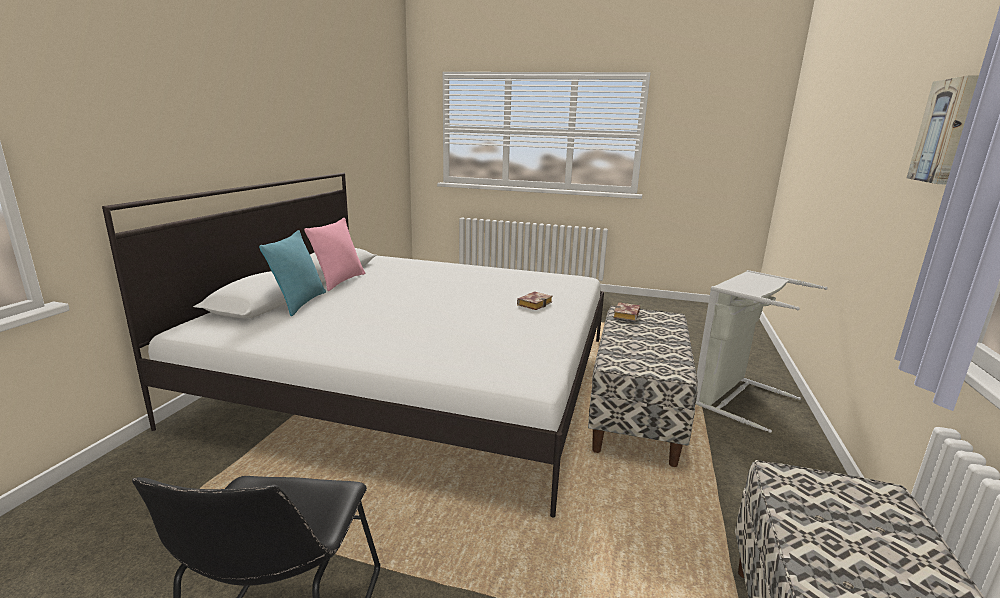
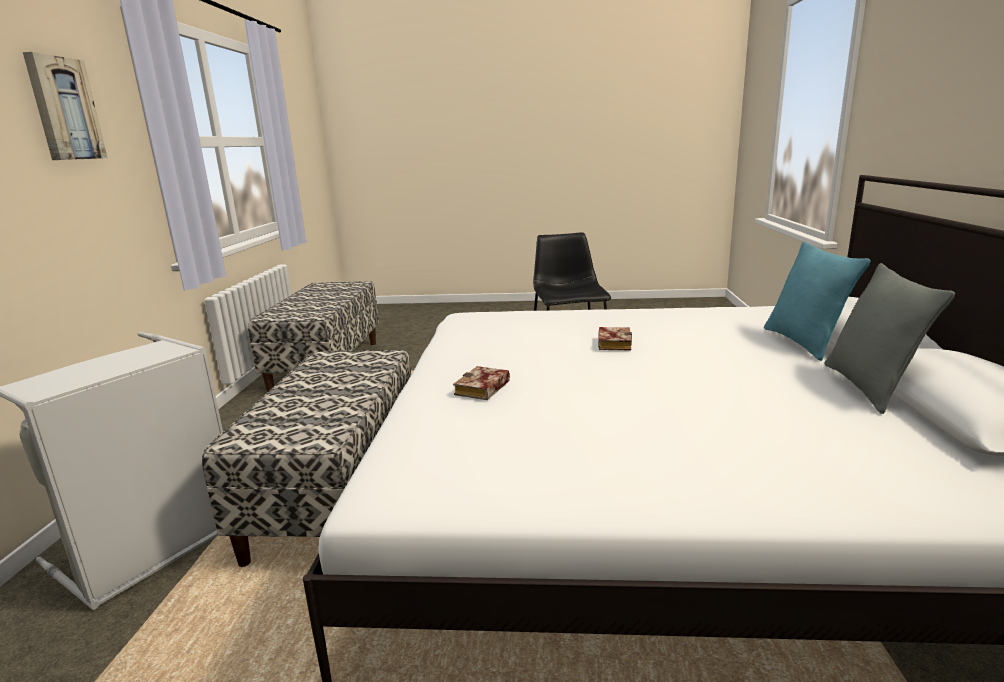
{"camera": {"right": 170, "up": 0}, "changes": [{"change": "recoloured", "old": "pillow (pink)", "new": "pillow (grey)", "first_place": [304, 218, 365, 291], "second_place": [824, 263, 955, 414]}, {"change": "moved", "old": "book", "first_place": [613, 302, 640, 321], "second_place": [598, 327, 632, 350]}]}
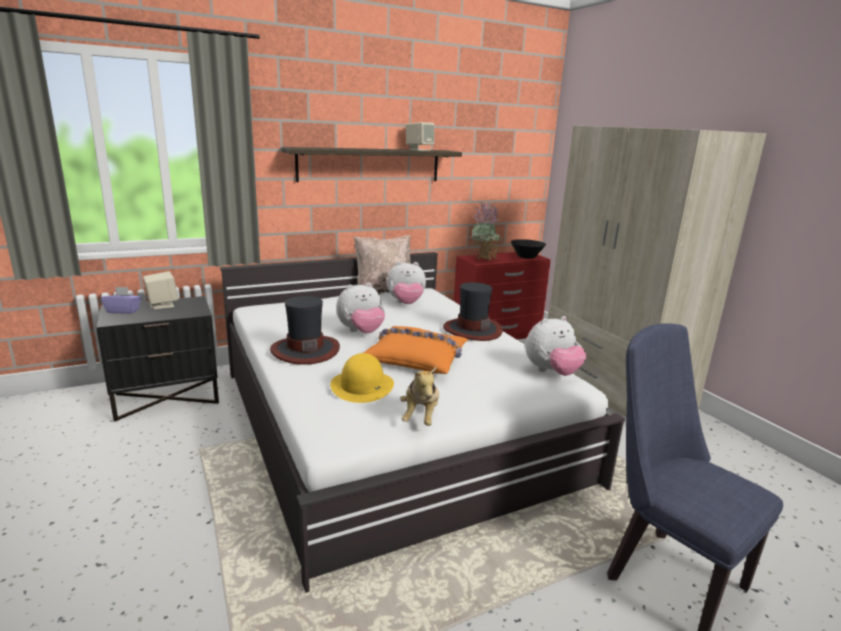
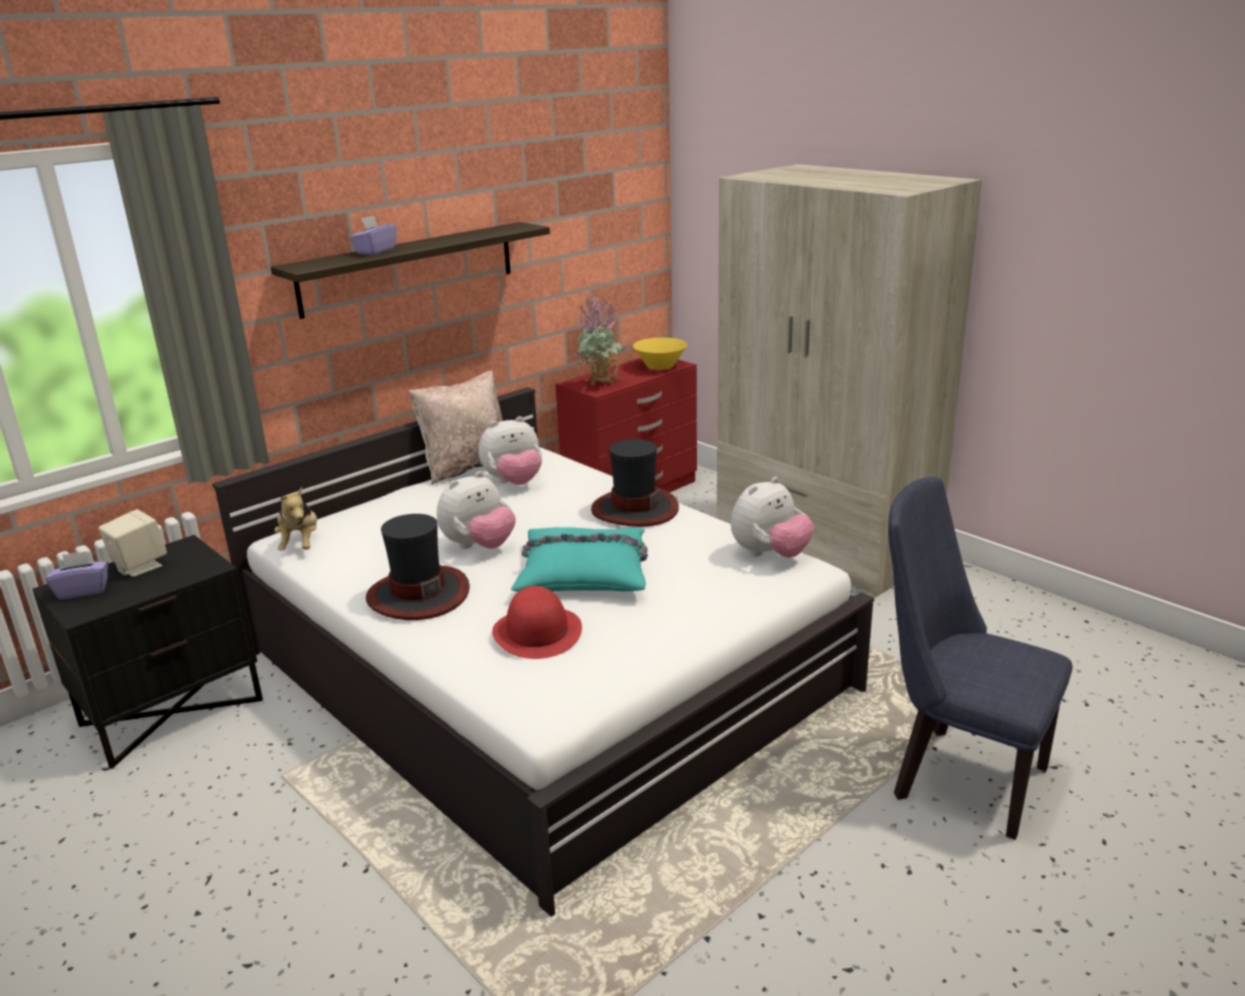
{"camera": {"right": -15, "up": 5}, "changes": [{"change": "removed", "old": "speaker (beige)", "first_place": [406, 122, 434, 151]}, {"change": "recoloured", "old": "bowl (black)", "new": "bowl (yellow)", "first_place": [511, 239, 546, 259], "second_place": [633, 337, 687, 370]}, {"change": "recoloured", "old": "pillow (orange)", "new": "pillow (turquoise)", "first_place": [363, 326, 468, 374], "second_place": [511, 527, 648, 592]}, {"change": "recoloured", "old": "hat (yellow)", "new": "hat (red)", "first_place": [330, 353, 394, 403], "second_place": [492, 586, 582, 659]}, {"change": "moved", "old": "plush toy", "first_place": [400, 366, 439, 426], "second_place": [274, 487, 317, 551]}, {"change": "added", "new": "tissue box (purple)", "second_place": [350, 215, 397, 255]}]}
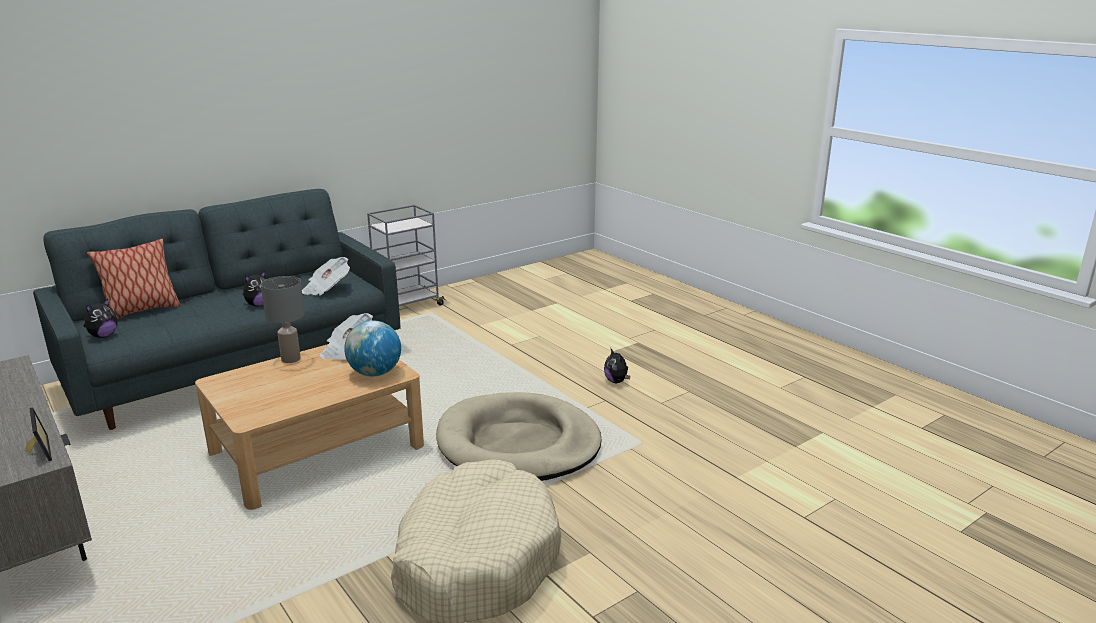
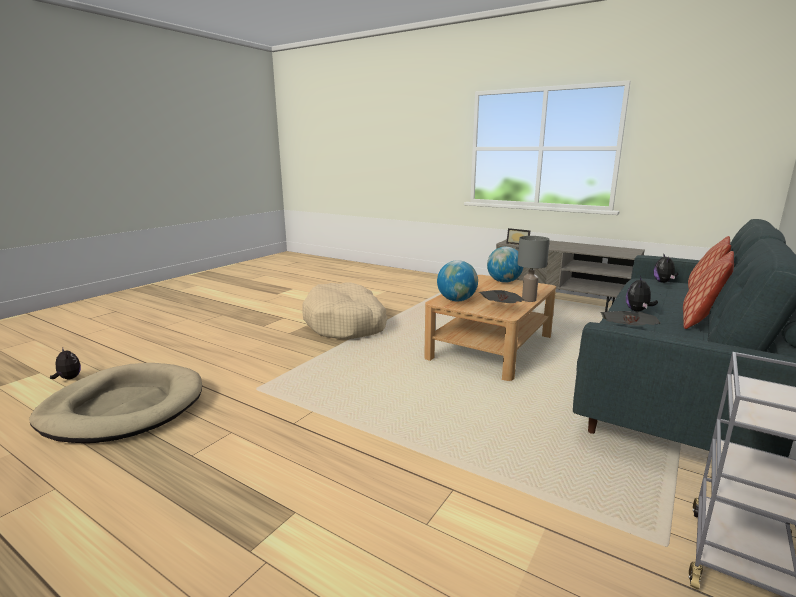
{"camera": {"right": 160, "up": -5}, "changes": [{"change": "moved", "old": "plush toy", "first_place": [604, 349, 630, 383], "second_place": [50, 347, 81, 379]}, {"change": "moved", "old": "dog bed (beige)", "first_place": [436, 392, 602, 481], "second_place": [29, 363, 202, 443]}, {"change": "added", "new": "globe", "second_place": [487, 247, 523, 283]}, {"change": "added", "new": "pillow", "second_place": [683, 251, 734, 329]}]}
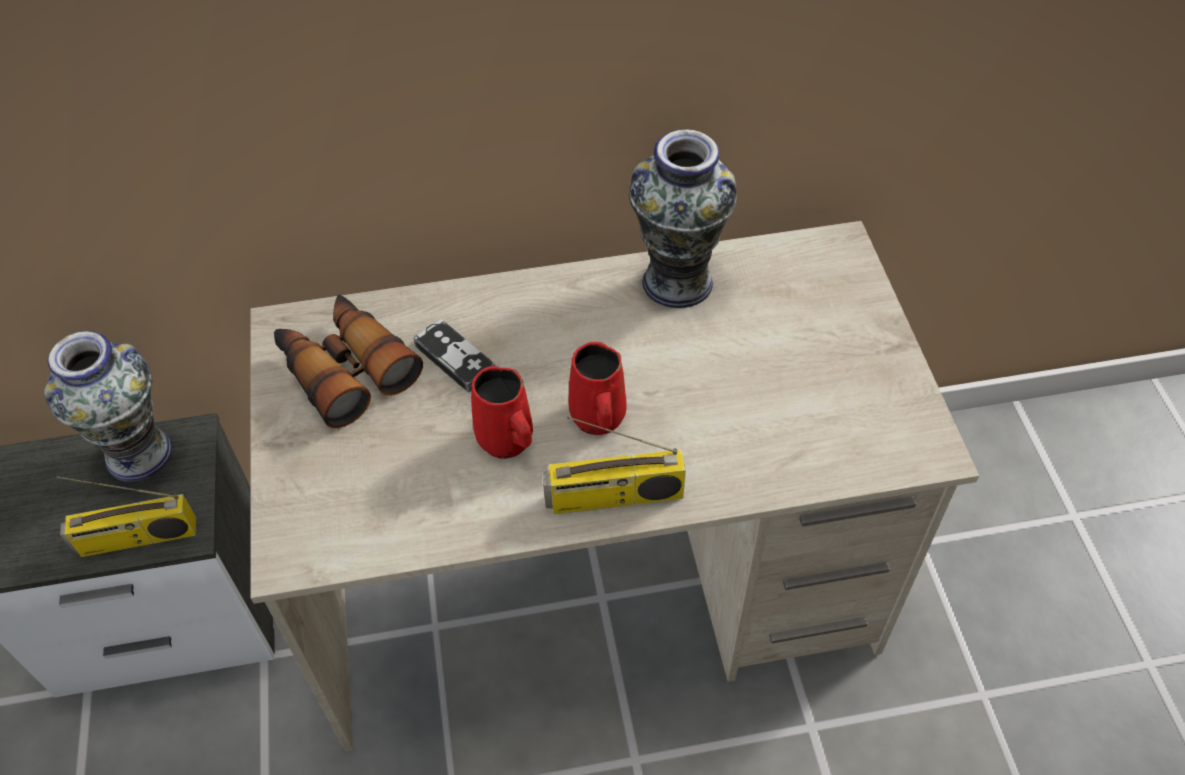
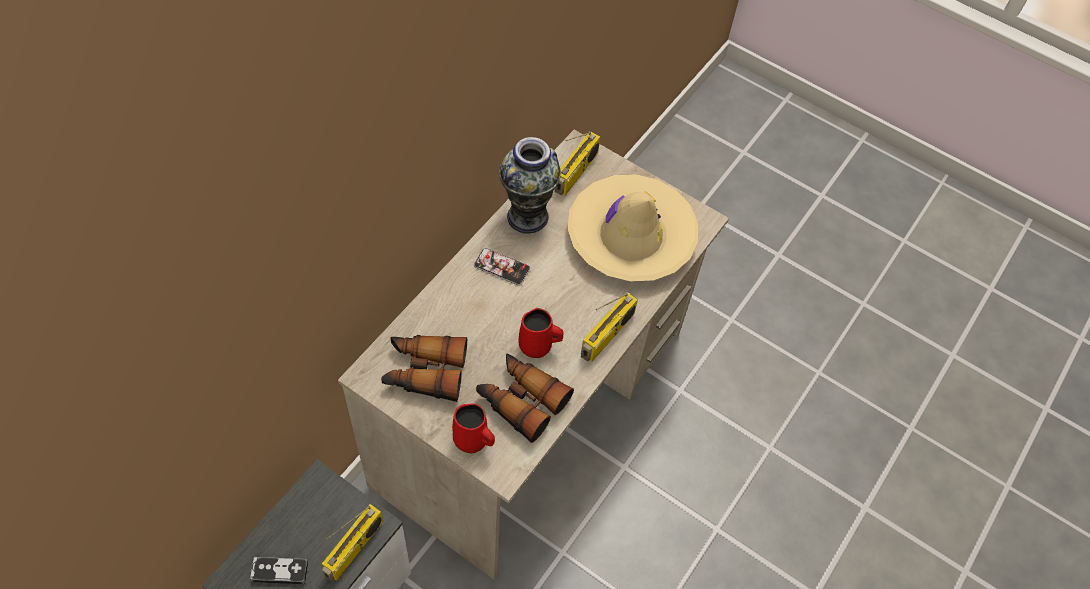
{"camera": {"right": -50, "up": 5}, "changes": [{"change": "moved", "old": "game controller", "first_place": [413, 319, 495, 392], "second_place": [250, 557, 308, 584]}, {"change": "removed", "old": "vase", "first_place": [44, 331, 172, 482]}, {"change": "moved", "old": "mug (red)", "first_place": [568, 342, 627, 435], "second_place": [452, 403, 495, 454]}, {"change": "added", "new": "radio", "second_place": [554, 131, 600, 195]}, {"change": "added", "new": "hat (beige)", "second_place": [567, 174, 698, 282]}, {"change": "added", "new": "phone", "second_place": [474, 248, 530, 286]}, {"change": "added", "new": "binoculars", "second_place": [476, 354, 574, 443]}]}
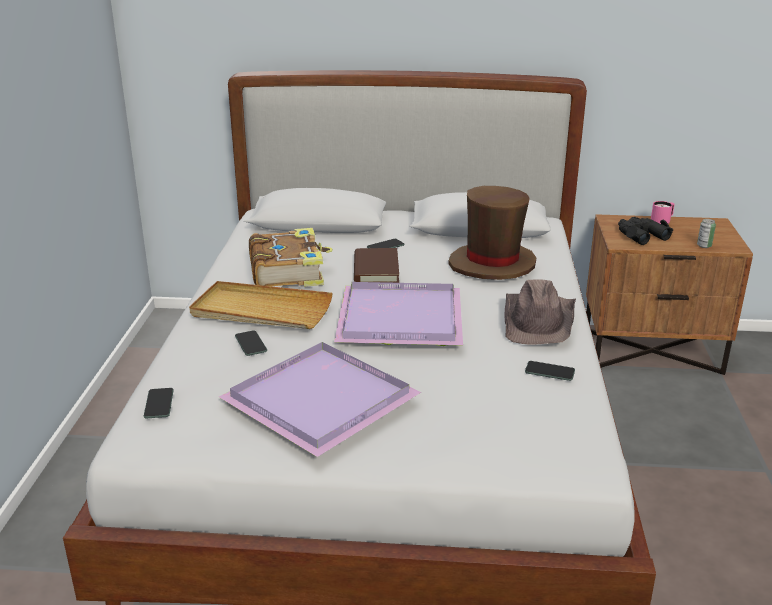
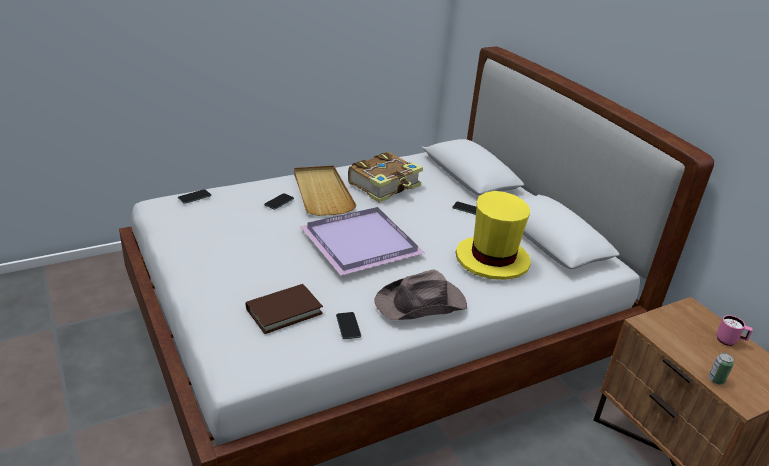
{"camera": {"right": 55, "up": 5}, "changes": [{"change": "recoloured", "old": "hat (brown)", "new": "hat (yellow)", "first_place": [449, 186, 536, 280], "second_place": [456, 191, 531, 280]}, {"change": "removed", "old": "binoculars (black)", "first_place": [618, 217, 673, 245]}, {"change": "moved", "old": "book (brown)", "first_place": [354, 248, 399, 283], "second_place": [246, 284, 323, 334]}, {"change": "removed", "old": "tray (purple)", "first_place": [219, 342, 421, 457]}]}
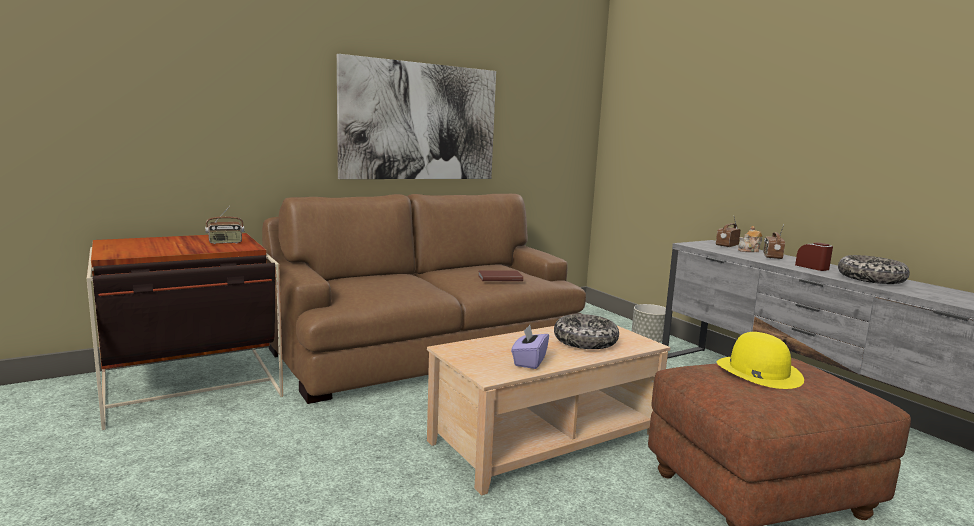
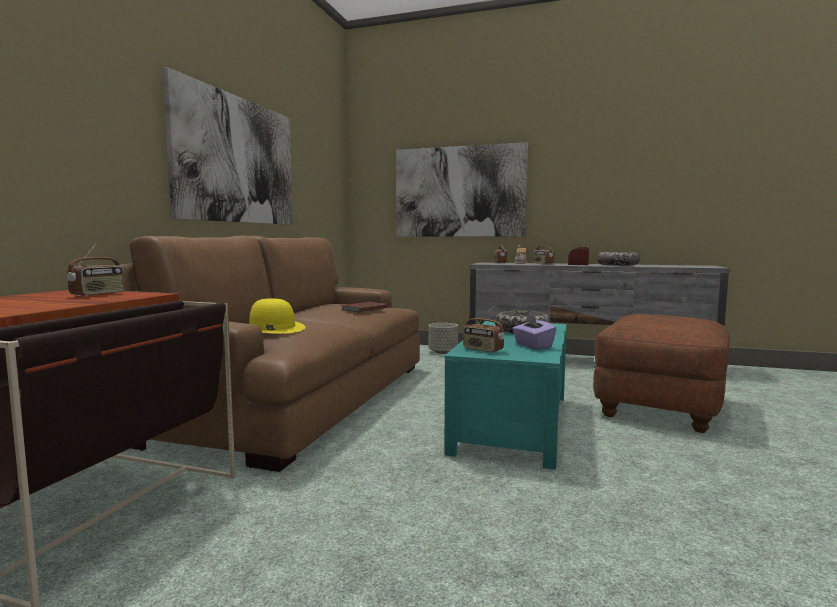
{"camera": {"right": -40, "up": -5}, "changes": [{"change": "recoloured", "old": "coffee table (beige)", "new": "coffee table (turquoise)", "first_place": [427, 326, 670, 496], "second_place": [444, 321, 567, 470]}, {"change": "moved", "old": "hat (yellow)", "first_place": [717, 332, 804, 389], "second_place": [249, 298, 305, 334]}, {"change": "added", "new": "picture", "second_place": [396, 142, 528, 237]}, {"change": "added", "new": "radio", "second_place": [463, 307, 505, 353]}]}
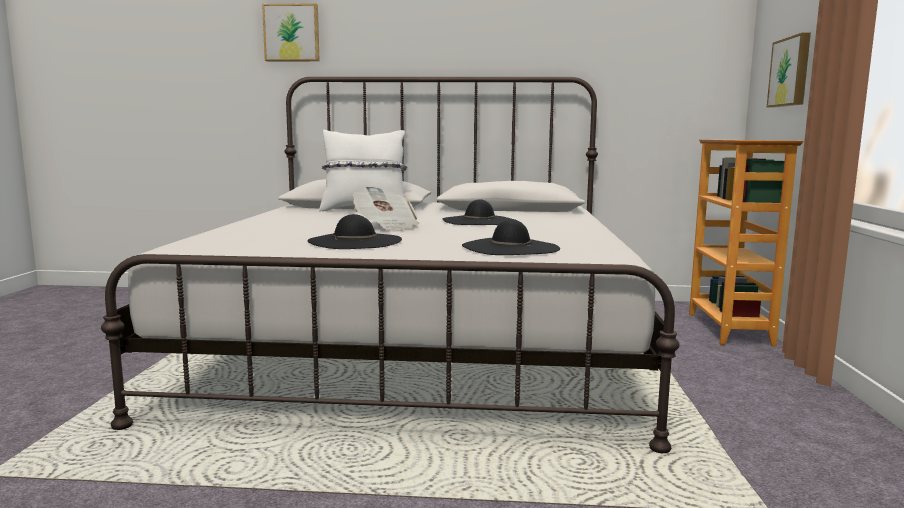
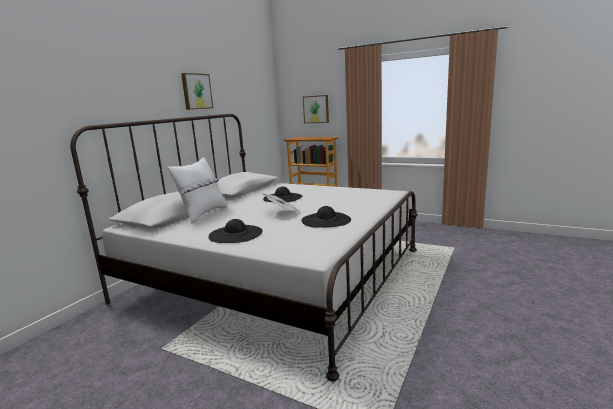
{"camera": {"right": -65, "up": 5}, "changes": [{"change": "moved", "old": "picture", "first_place": [262, 3, 320, 61], "second_place": [181, 73, 213, 110]}, {"change": "moved", "old": "hat (black)", "first_place": [462, 219, 560, 255], "second_place": [208, 219, 262, 243]}]}
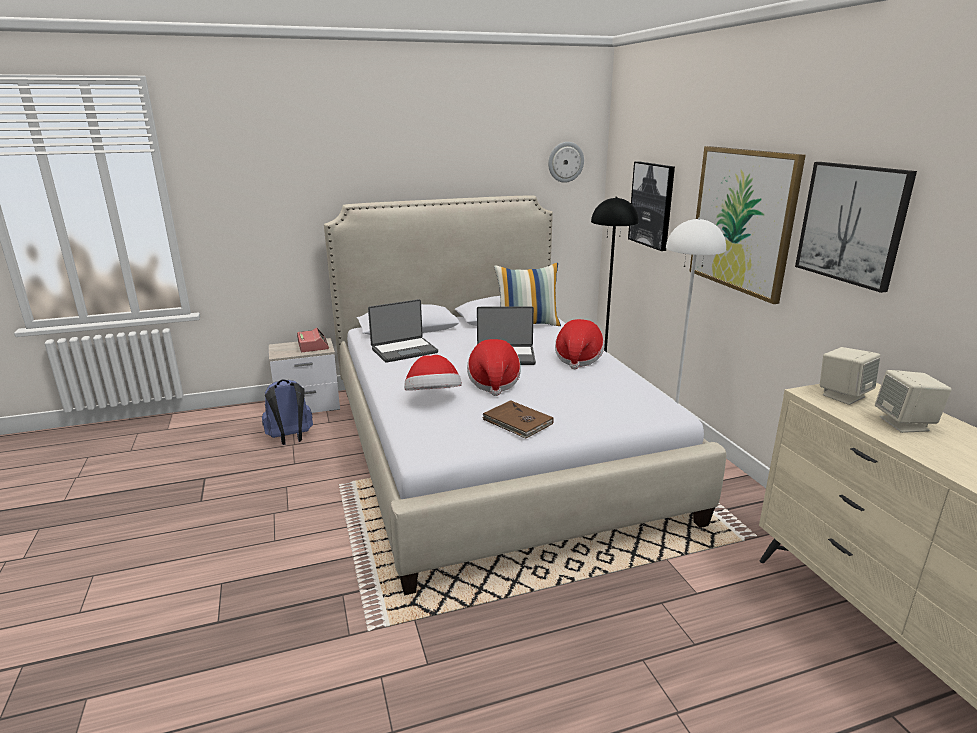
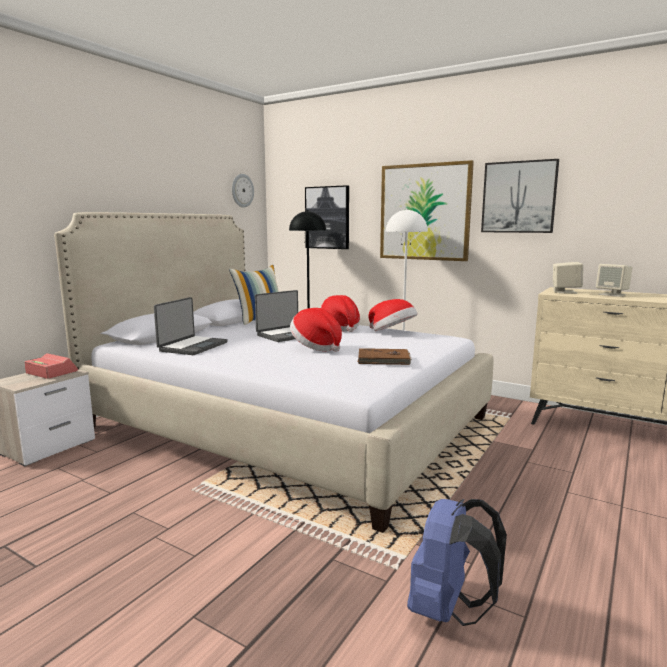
{"camera": {"right": -40, "up": -10}, "changes": [{"change": "moved", "old": "hat", "first_place": [404, 355, 462, 390], "second_place": [368, 299, 418, 331]}, {"change": "moved", "old": "backpack (blue)", "first_place": [262, 379, 313, 445], "second_place": [407, 499, 507, 626]}]}
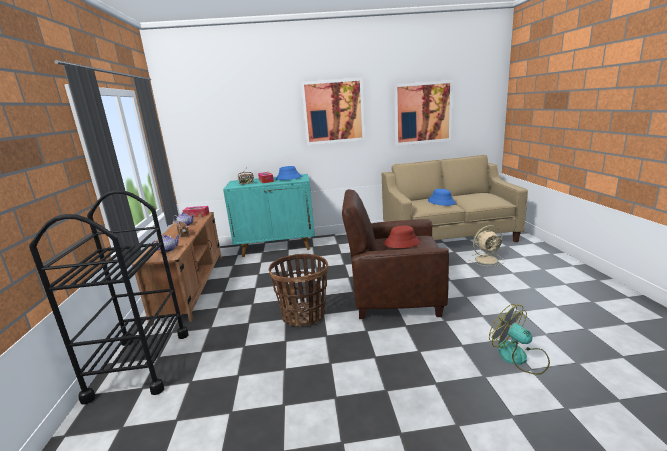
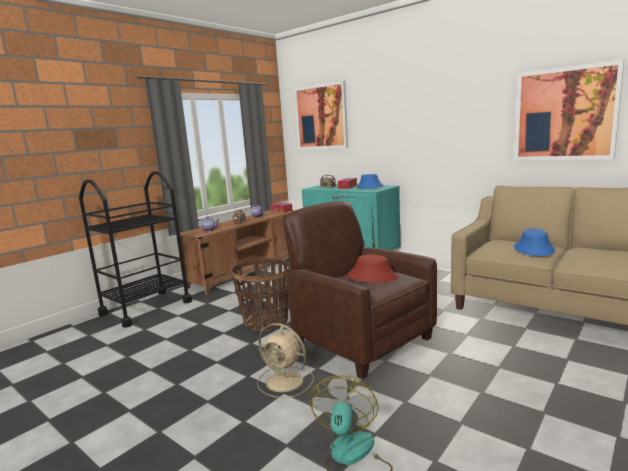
{"camera": {"right": 45, "up": -5}, "changes": [{"change": "moved", "old": "picture", "first_place": [301, 78, 365, 145], "second_place": [294, 81, 348, 150]}, {"change": "moved", "old": "fan (beige)", "first_place": [469, 225, 505, 266], "second_place": [257, 323, 314, 398]}]}
